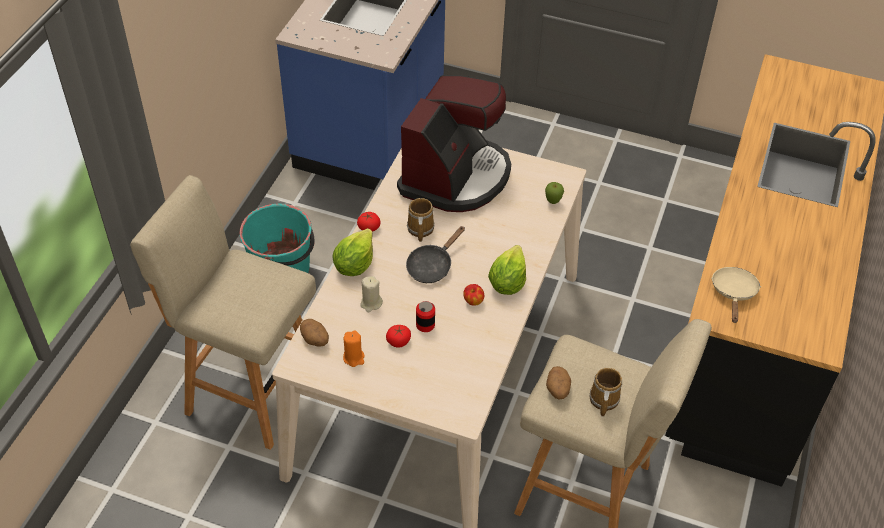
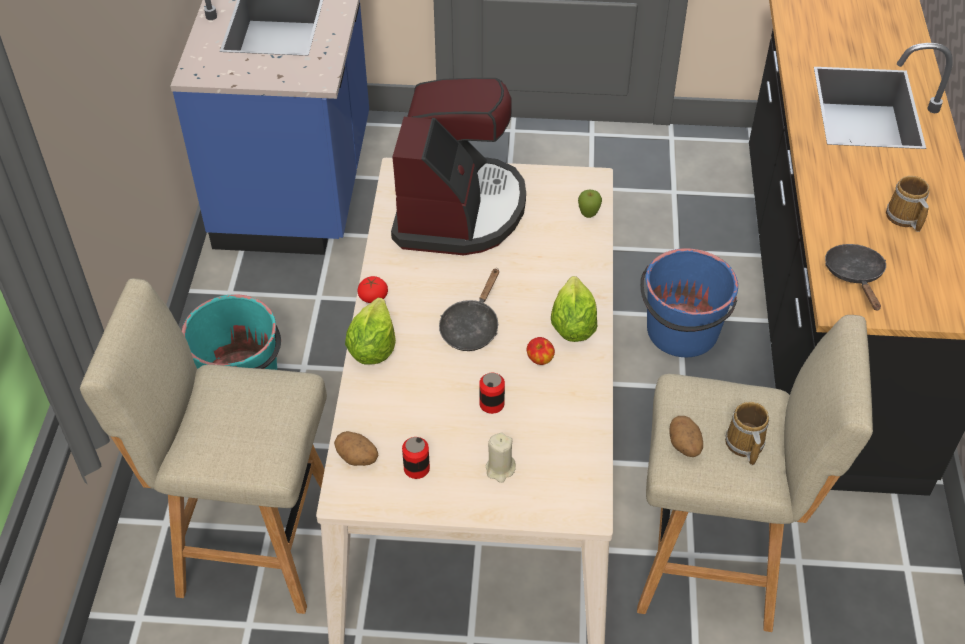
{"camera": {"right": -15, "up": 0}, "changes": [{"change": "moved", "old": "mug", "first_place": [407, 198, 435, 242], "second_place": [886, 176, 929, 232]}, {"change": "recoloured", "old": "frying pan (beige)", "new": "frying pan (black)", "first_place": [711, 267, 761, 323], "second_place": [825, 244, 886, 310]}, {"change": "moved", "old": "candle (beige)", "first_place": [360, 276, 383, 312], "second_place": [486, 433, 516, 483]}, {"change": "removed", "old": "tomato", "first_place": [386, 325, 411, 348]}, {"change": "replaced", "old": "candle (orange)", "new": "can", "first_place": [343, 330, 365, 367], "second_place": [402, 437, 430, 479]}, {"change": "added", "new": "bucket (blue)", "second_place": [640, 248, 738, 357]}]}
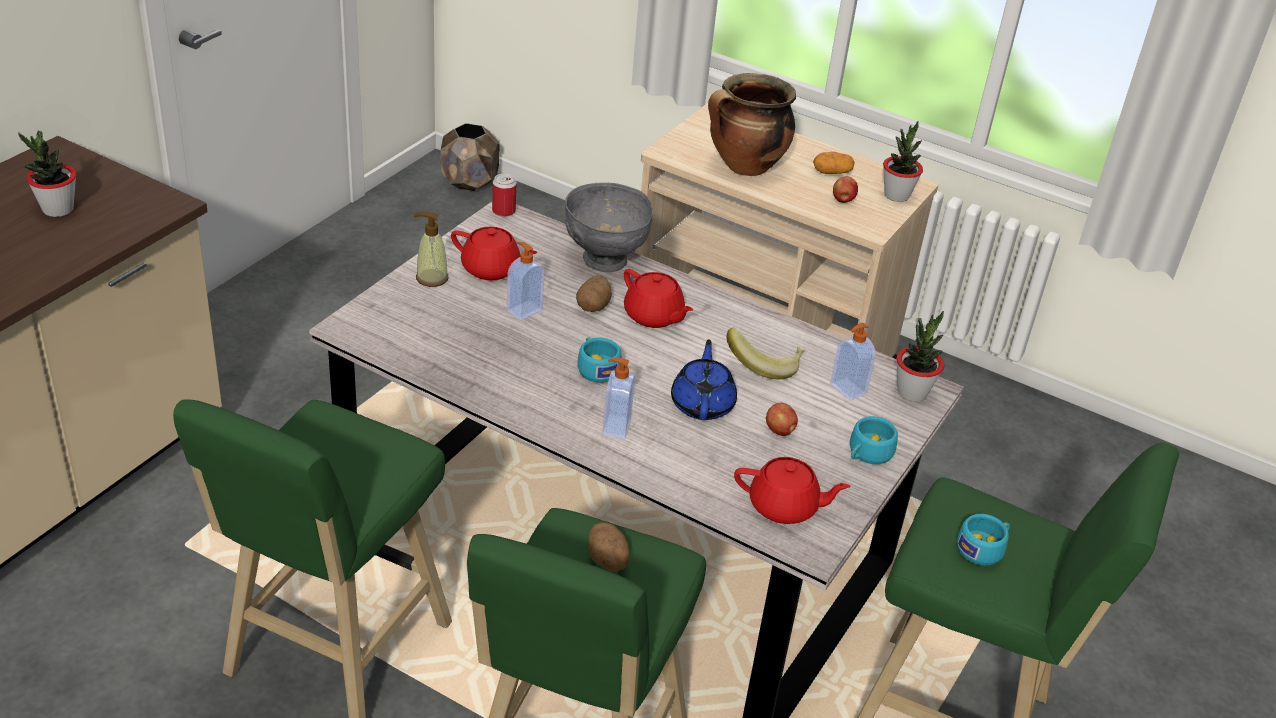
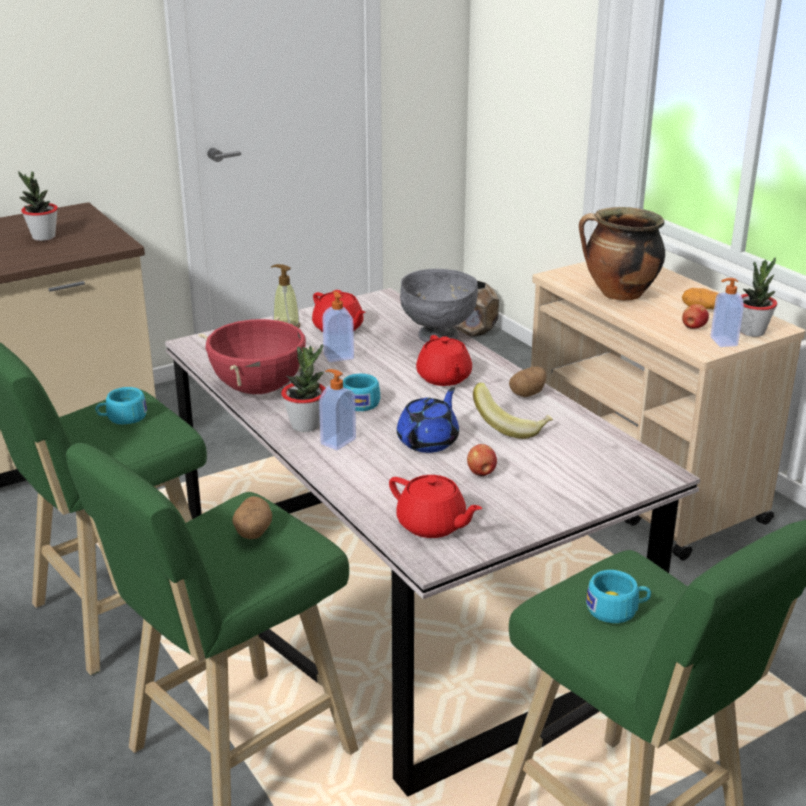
{"camera": {"right": 30, "up": -10}, "changes": [{"change": "removed", "old": "can", "first_place": [492, 173, 517, 217]}, {"change": "moved", "old": "potato", "first_place": [576, 275, 612, 312], "second_place": [509, 366, 546, 397]}, {"change": "moved", "old": "potted plant", "first_place": [896, 311, 944, 402], "second_place": [281, 344, 325, 432]}, {"change": "moved", "old": "soap dispenser", "first_place": [830, 323, 876, 401], "second_place": [711, 278, 744, 347]}, {"change": "moved", "old": "cup (turquoise)", "first_place": [850, 416, 898, 464], "second_place": [95, 387, 147, 425]}, {"change": "added", "new": "cooking pot (red)", "second_place": [199, 317, 315, 394]}]}
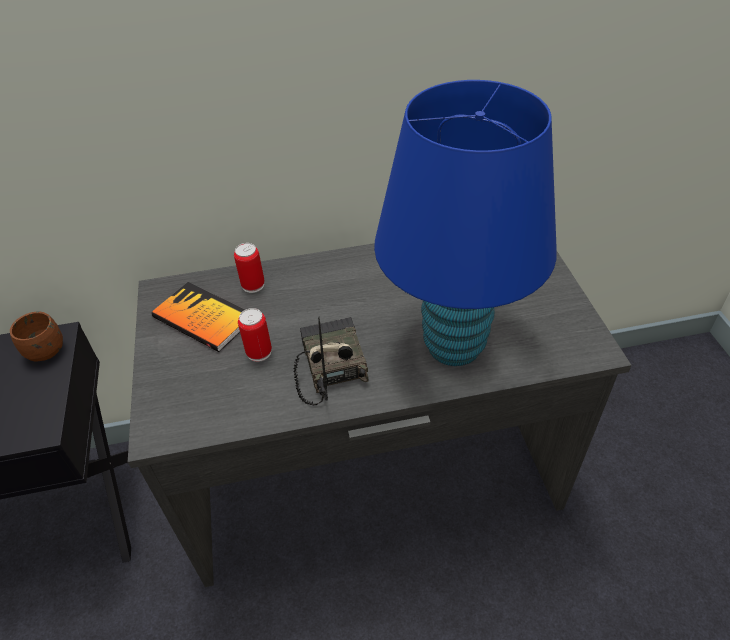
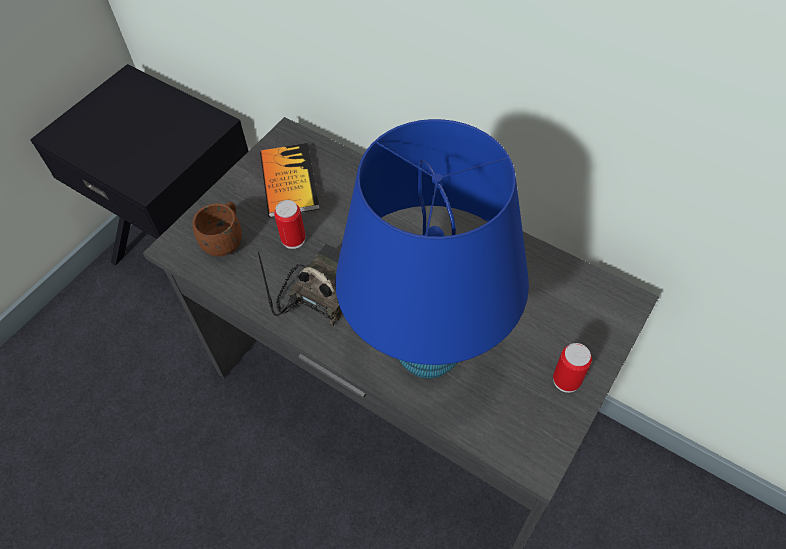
{"camera": {"right": 45, "up": 10}, "changes": [{"change": "moved", "old": "can", "first_place": [234, 243, 265, 293], "second_place": [553, 343, 592, 393]}, {"change": "moved", "old": "mug (brown)", "first_place": [10, 312, 63, 361], "second_place": [193, 202, 242, 257]}]}
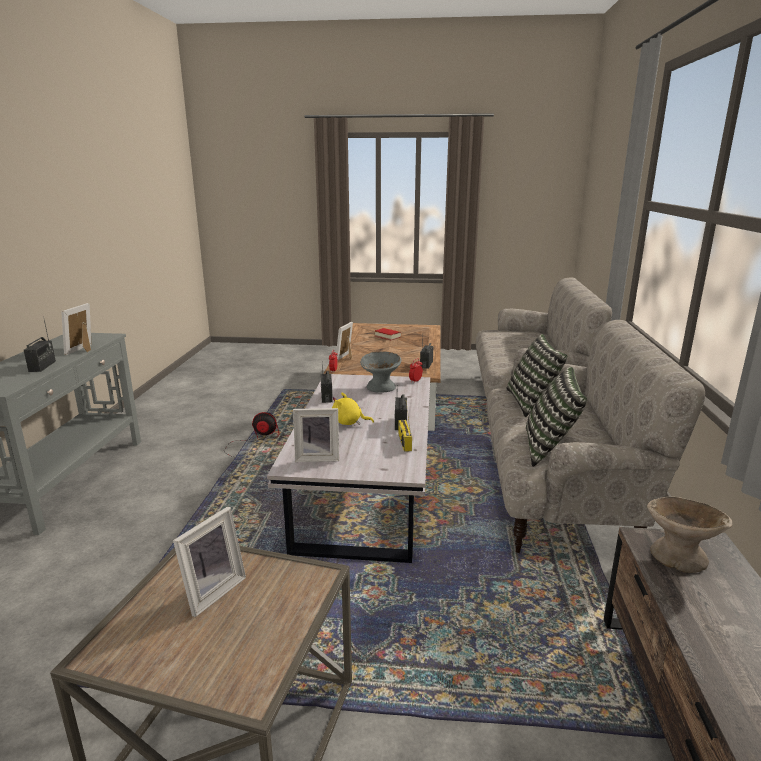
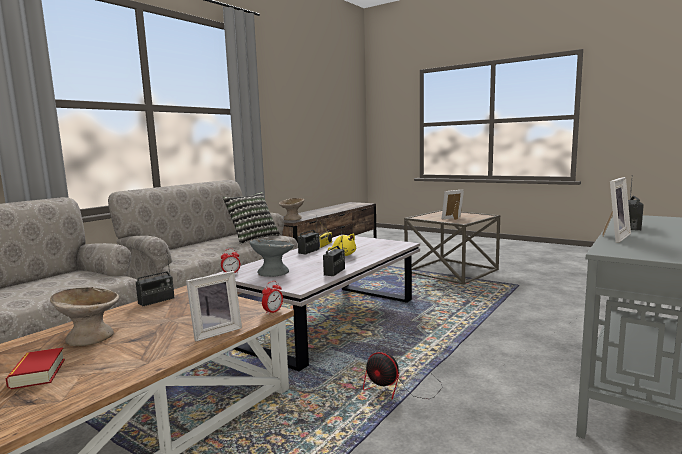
{"camera": {"right": -150, "up": -10}, "changes": [{"change": "removed", "old": "pillow", "first_place": [506, 334, 567, 417]}, {"change": "removed", "old": "picture frame", "first_place": [293, 408, 339, 462]}, {"change": "added", "new": "bowl (beige)", "second_place": [50, 287, 119, 346]}]}
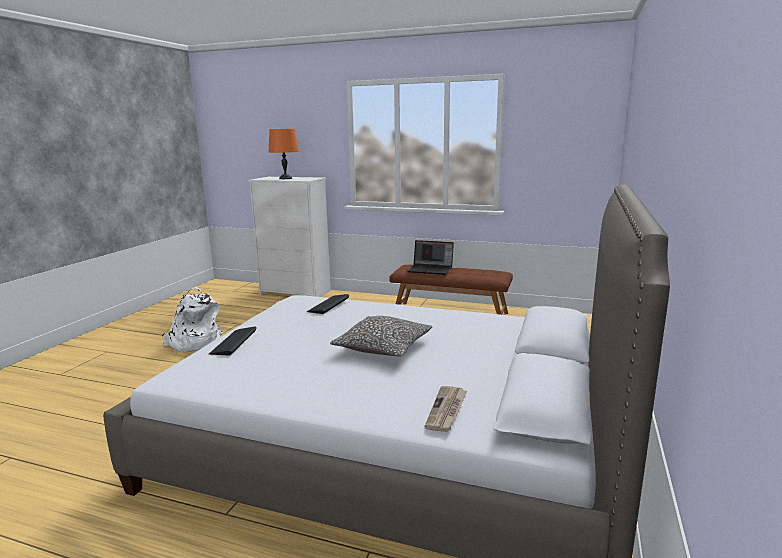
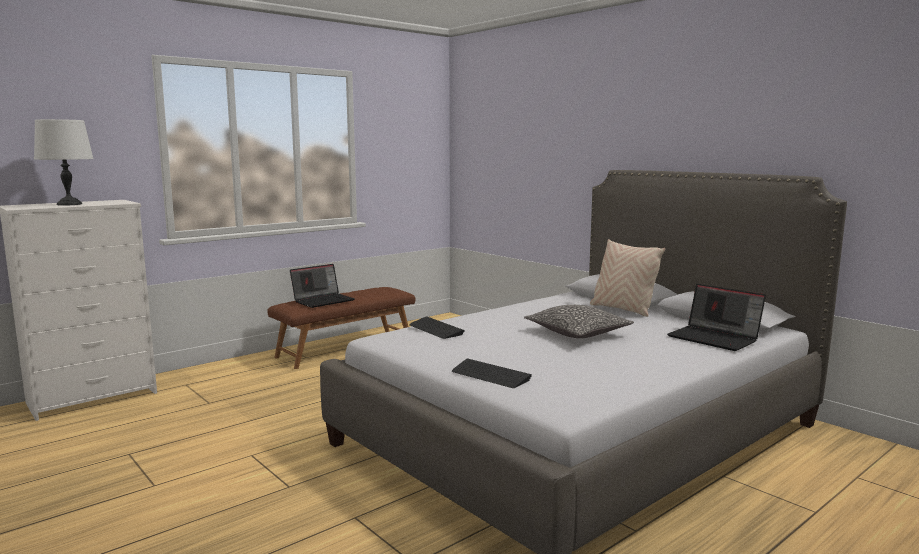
{"camera": {"right": -60, "up": -5}, "changes": [{"change": "recoloured", "old": "table lamp (orange)", "new": "table lamp (white)", "first_place": [268, 129, 299, 179], "second_place": [34, 119, 94, 206]}, {"change": "removed", "old": "backpack (white)", "first_place": [162, 287, 223, 353]}, {"change": "replaced", "old": "newspaper", "new": "laptop", "first_place": [425, 386, 467, 432], "second_place": [667, 284, 766, 351]}, {"change": "added", "new": "pillow (beige)", "second_place": [590, 239, 665, 317]}]}
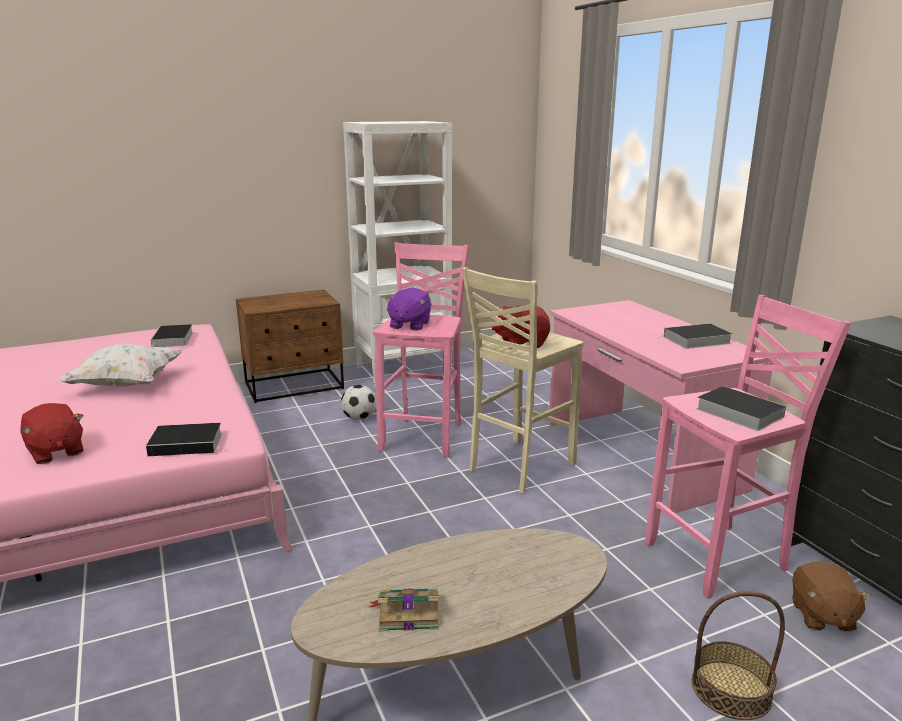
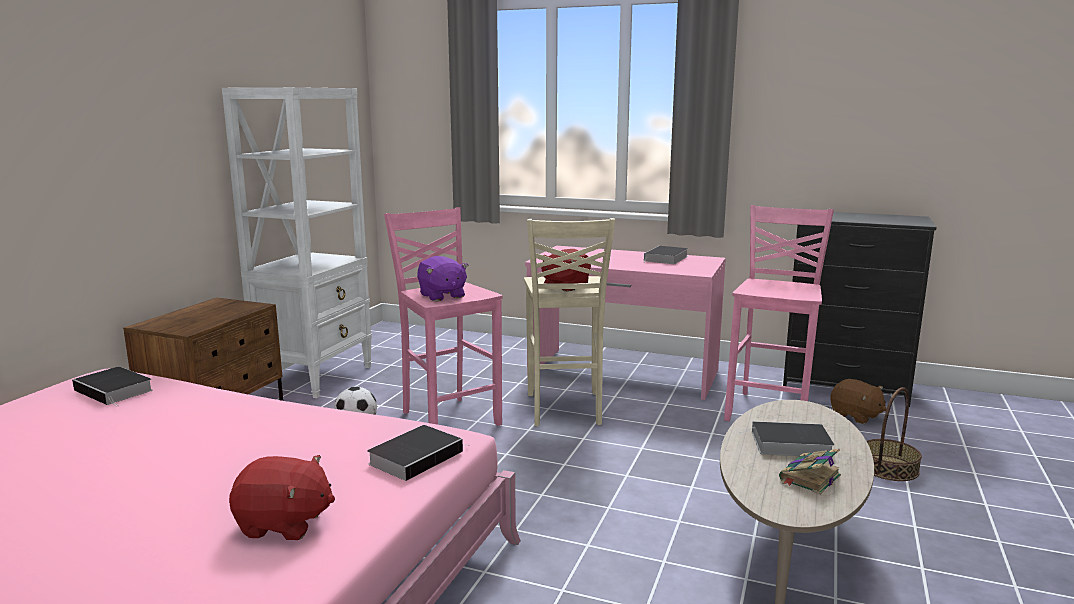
{"camera": {"right": -45, "up": -5}, "changes": [{"change": "removed", "old": "pillow (white)", "first_place": [57, 344, 184, 387]}, {"change": "moved", "old": "book", "first_place": [696, 386, 786, 431], "second_place": [739, 421, 834, 457]}]}
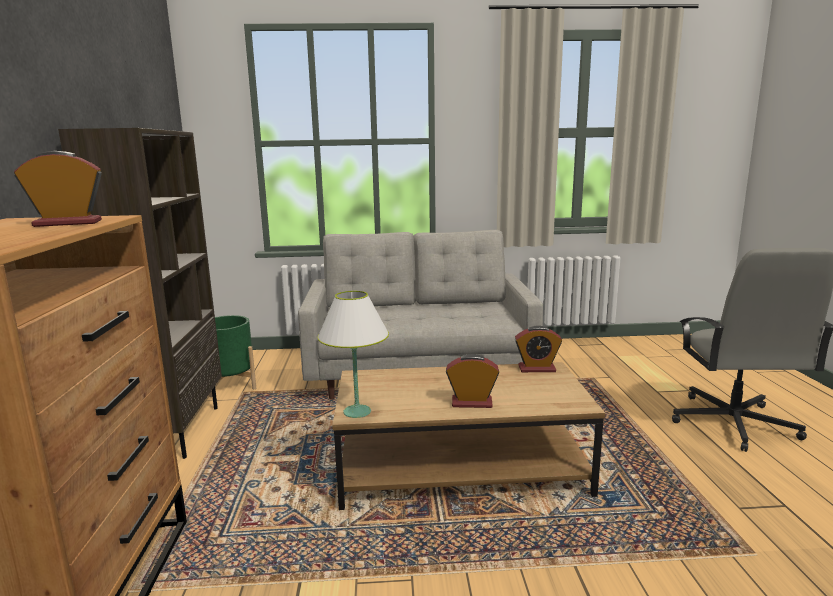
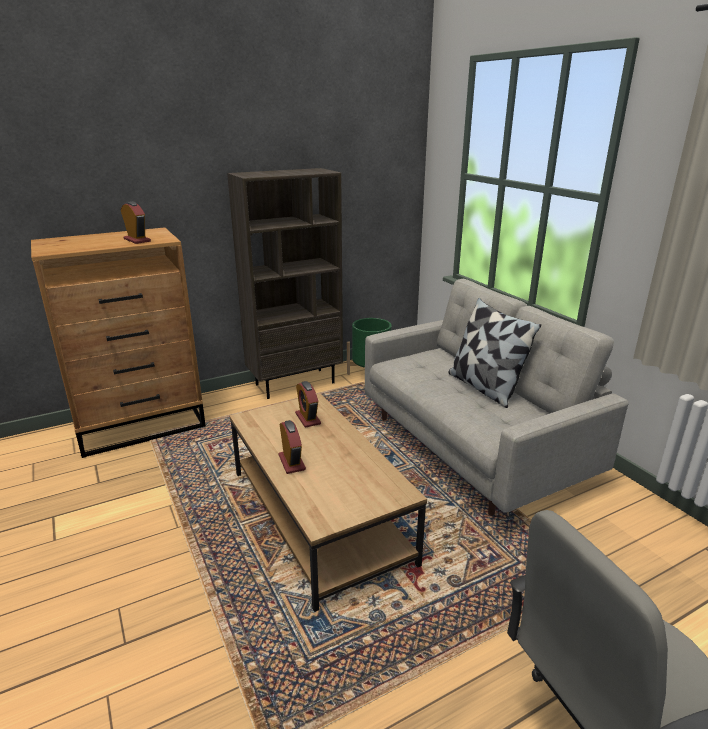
{"camera": {"right": 65, "up": 10}, "changes": [{"change": "removed", "old": "table lamp (white)", "first_place": [318, 291, 389, 418]}, {"change": "moved", "old": "alarm clock", "first_place": [515, 326, 562, 372], "second_place": [295, 381, 321, 428]}, {"change": "added", "new": "pillow", "second_place": [448, 298, 541, 408]}]}
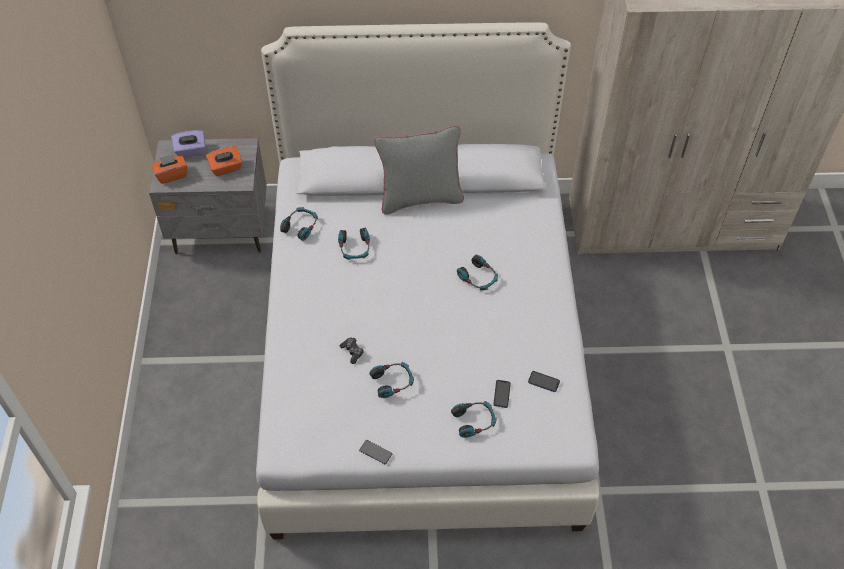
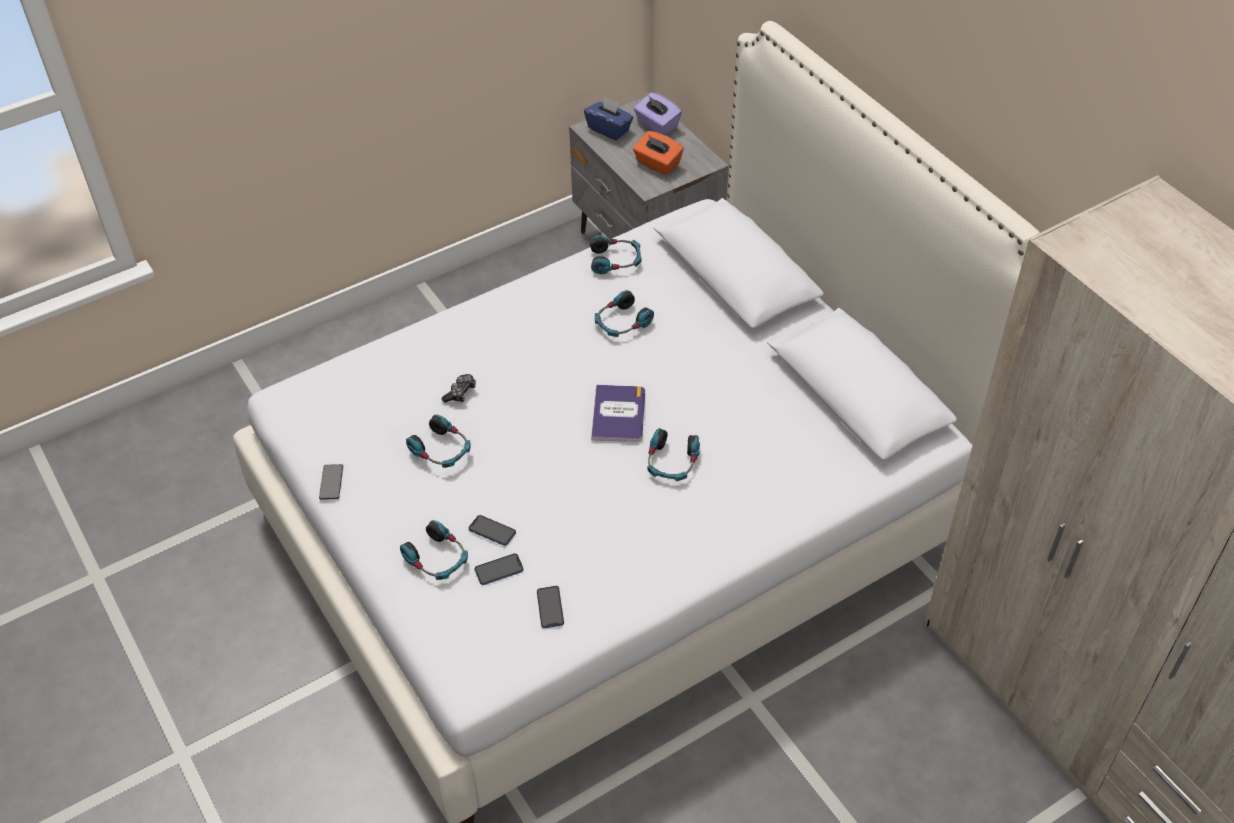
{"camera": {"right": 60, "up": -5}, "changes": [{"change": "removed", "old": "pillow (grey)", "first_place": [374, 125, 464, 215]}, {"change": "recoloured", "old": "tissue box (orange)", "new": "tissue box (blue)", "first_place": [152, 154, 187, 184], "second_place": [584, 96, 633, 140]}, {"change": "added", "new": "book", "second_place": [591, 385, 645, 442]}, {"change": "added", "new": "phone", "second_place": [469, 515, 516, 546]}]}
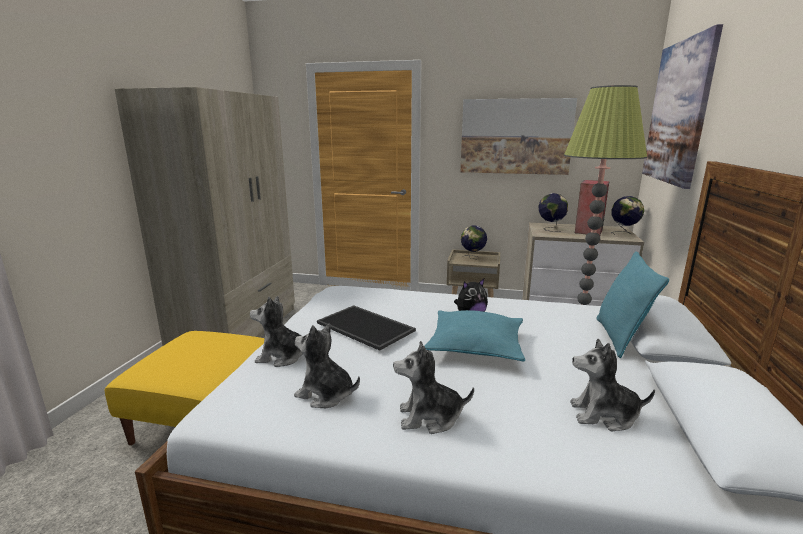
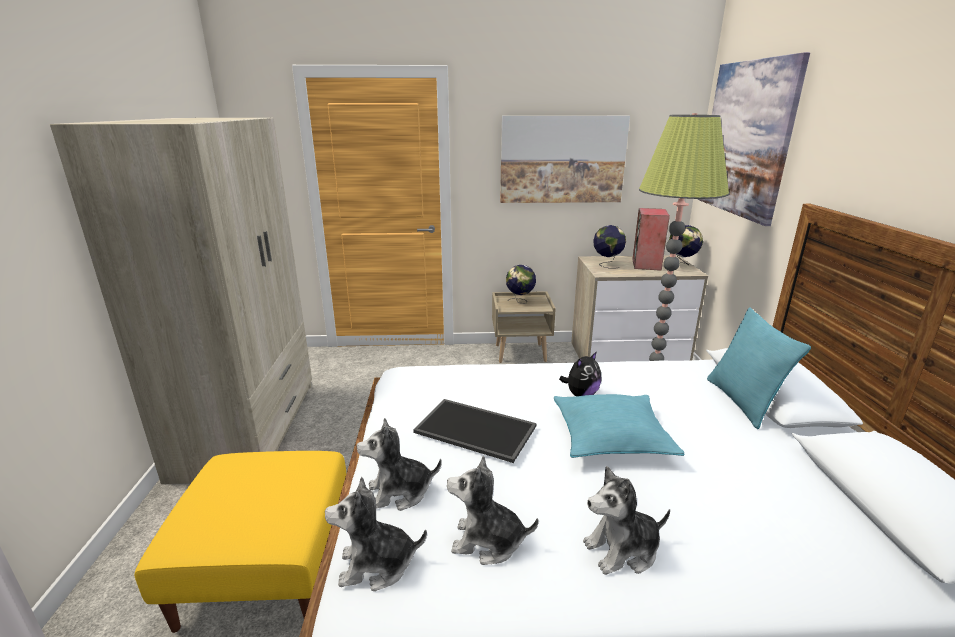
{"camera": {"right": -15, "up": 5}, "changes": [{"change": "moved", "old": "plush toy", "first_place": [570, 339, 655, 431], "second_place": [325, 476, 427, 591]}]}
